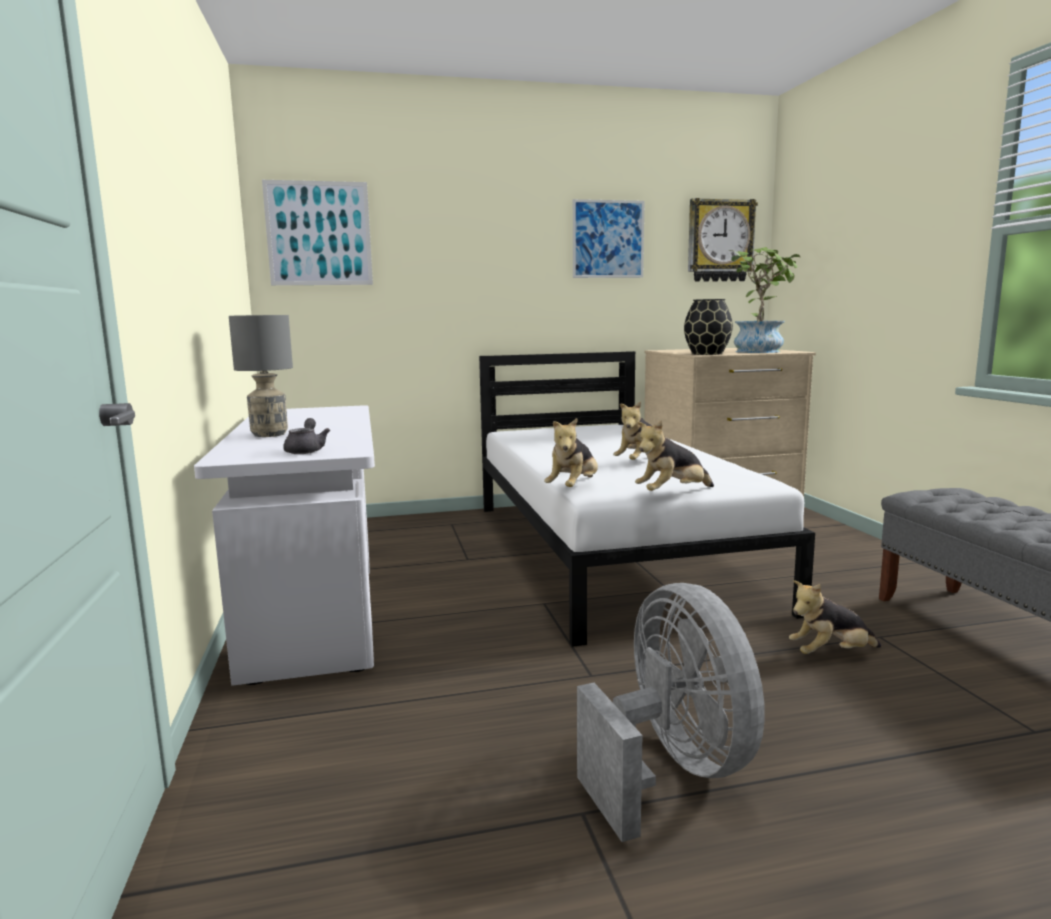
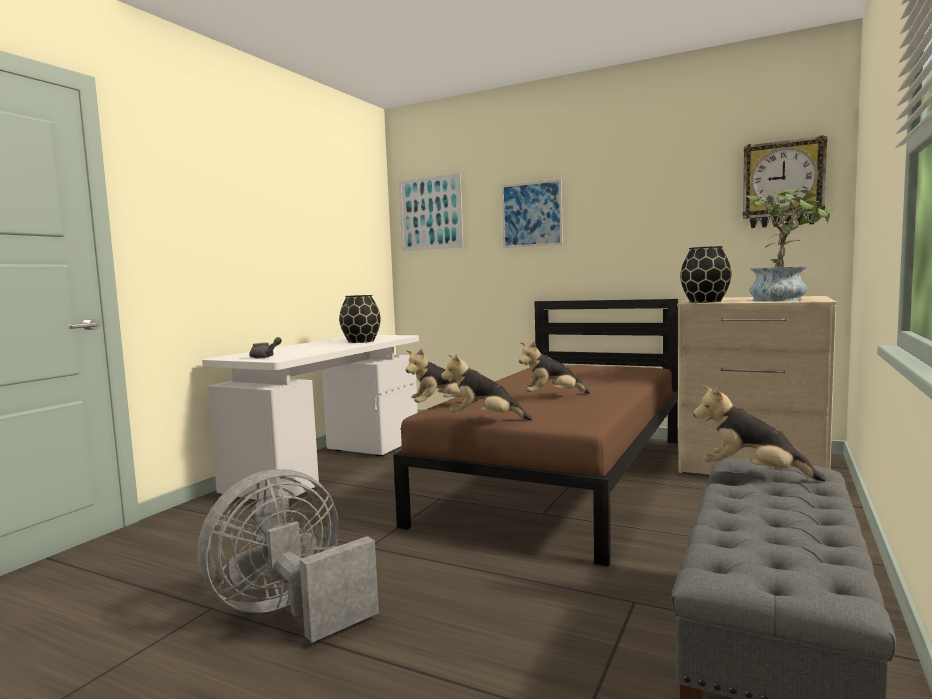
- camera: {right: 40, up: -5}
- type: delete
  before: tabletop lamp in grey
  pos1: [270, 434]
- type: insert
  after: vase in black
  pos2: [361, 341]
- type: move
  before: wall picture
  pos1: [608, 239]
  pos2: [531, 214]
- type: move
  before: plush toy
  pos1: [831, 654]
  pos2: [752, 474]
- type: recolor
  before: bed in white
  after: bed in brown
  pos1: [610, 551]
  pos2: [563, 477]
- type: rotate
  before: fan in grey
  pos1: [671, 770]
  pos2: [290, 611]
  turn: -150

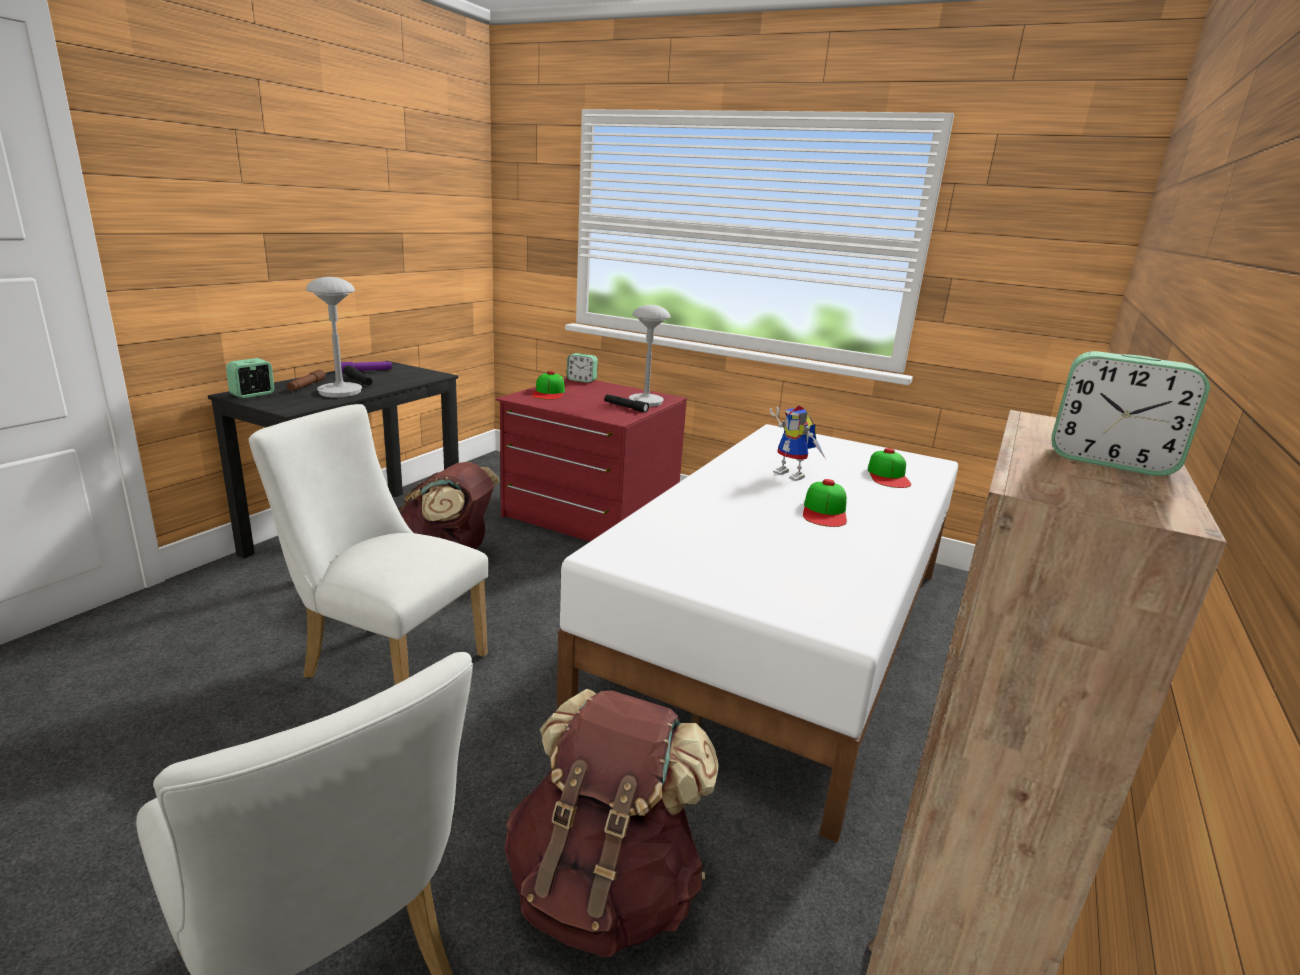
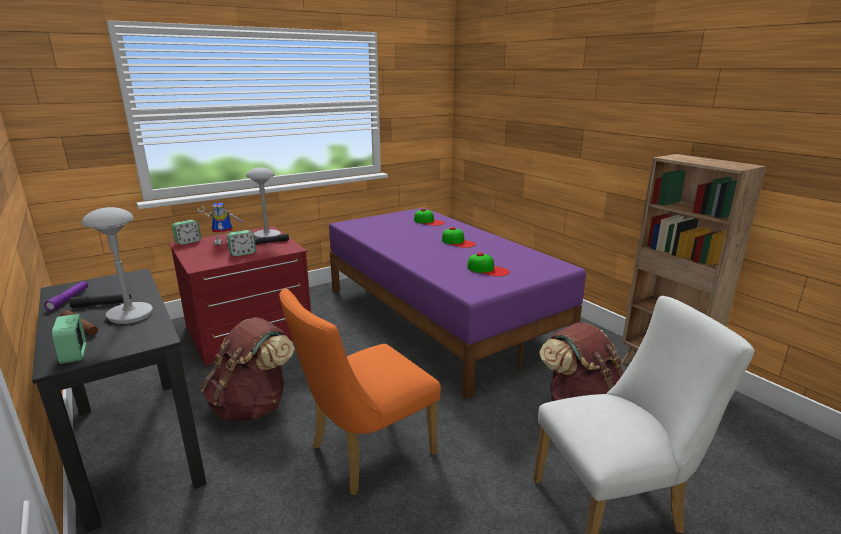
- camera: {right: -60, up: 0}
- type: move
  before: cap
  pos1: [549, 392]
  pos2: [488, 269]
- type: move
  before: model robot
  pos1: [793, 475]
  pos2: [226, 241]
- type: move
  before: bedside clock
  pos1: [1109, 461]
  pos2: [243, 253]
- type: recolor
  before: upright chair in white
  after: upright chair in orange
  pos1: [386, 663]
  pos2: [364, 453]
- type: recolor
  before: bed in white
  after: bed in purple-coloured
  pos1: [783, 635]
  pos2: [439, 316]

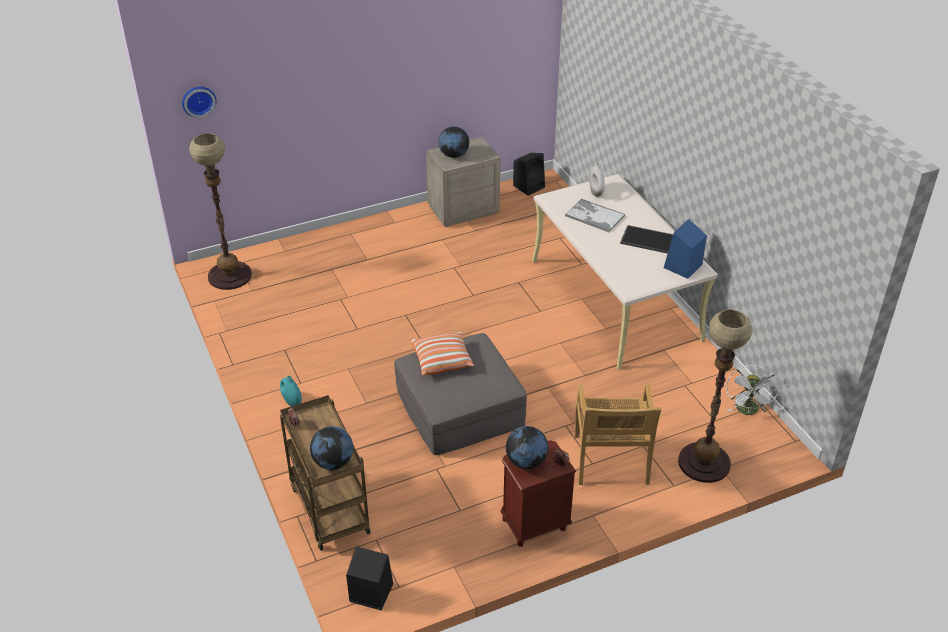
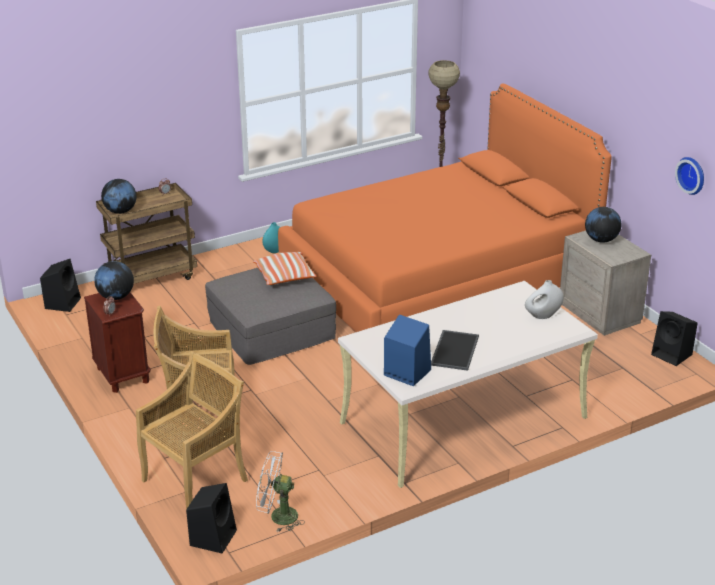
- camera: {right: 85, up: -10}
- type: delete
  before: serving tray
  pos1: [594, 216]
- type: insert
  after: loudspeaker in black
  pos2: [213, 537]
- type: insert
  after: bed in orange
  pos2: [437, 281]
- type: move
  before: hanging clock
  pos1: [198, 100]
  pos2: [692, 175]
- type: replace
  before: standard lamp
  after: upright chair in sand-coloured
  pos1: [704, 462]
  pos2: [196, 479]

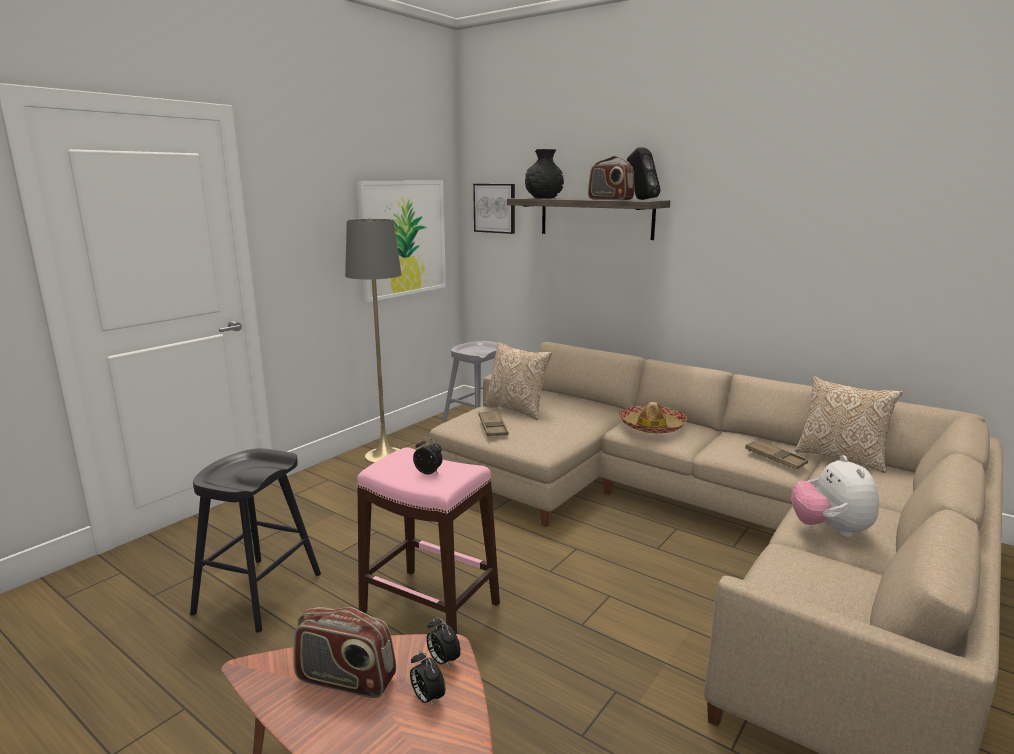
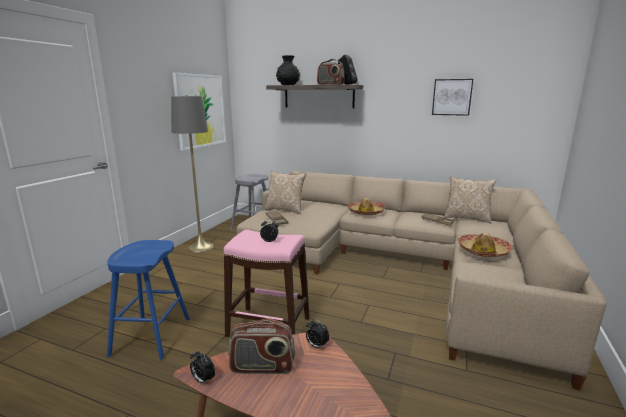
- camera: {right: -15, up: 0}
- type: move
  before: bedside clock
  pos1: [427, 698]
  pos2: [203, 380]
- type: move
  before: wall picture
  pos1: [495, 208]
  pos2: [452, 97]
- type: replace
  before: plush toy
  after: clothing hat
  pos1: [830, 530]
  pos2: [482, 251]
- type: recolor
  before: stool in black
  after: stool in blue
  pos1: [258, 593]
  pos2: [151, 336]

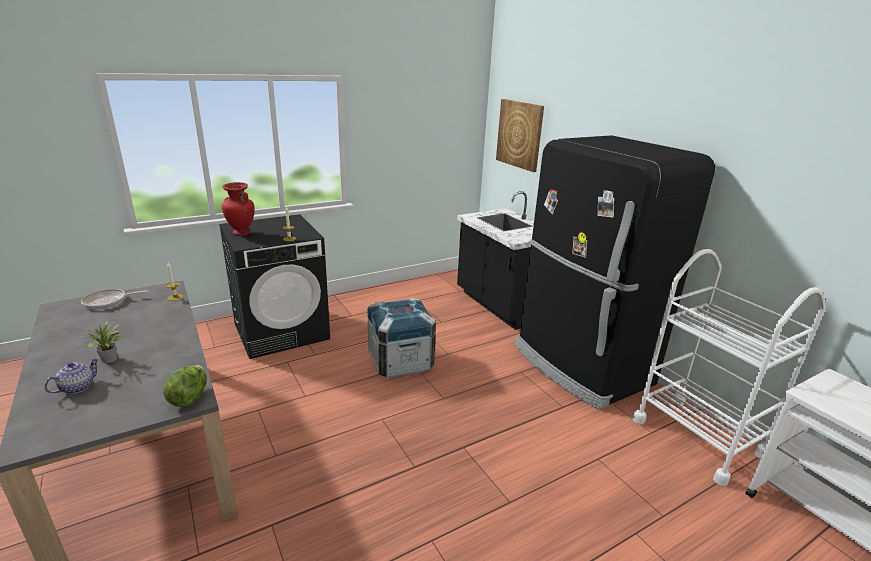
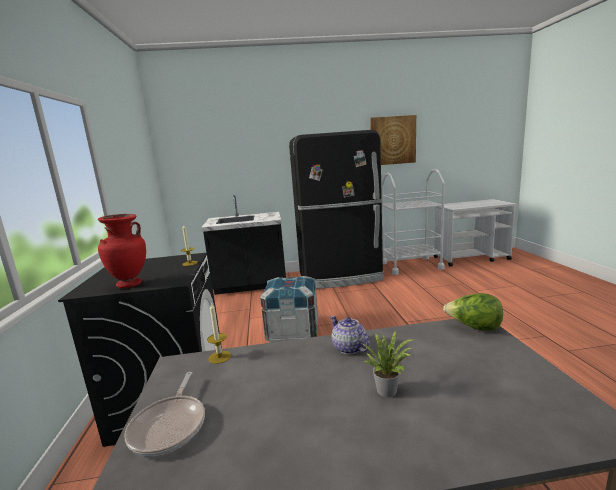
- camera: {right: -65, up: -10}
- type: move
  before: pot for tea
  pos1: [77, 387]
  pos2: [349, 348]
- type: move
  before: wall picture
  pos1: [519, 134]
  pos2: [392, 140]

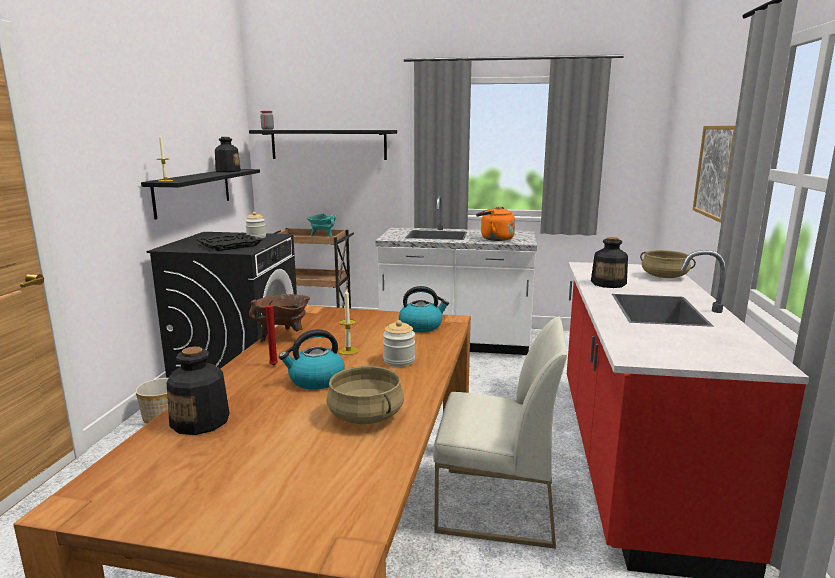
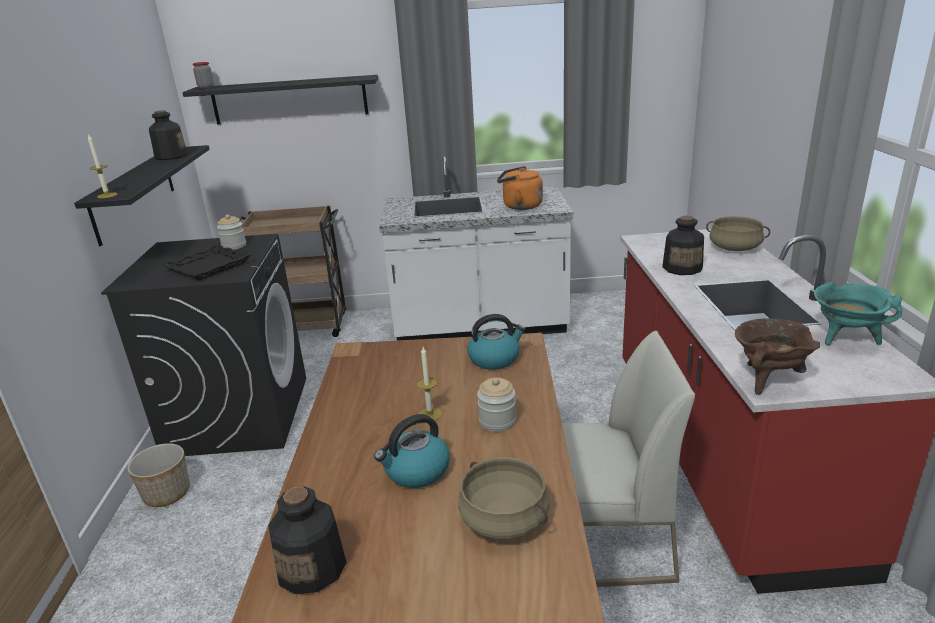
- camera: {right: -10, up: 10}
- type: delete
  before: candle in red-coloured
  pos1: [274, 366]
- type: delete
  before: wall picture
  pos1: [718, 171]
- type: move
  before: saucepot in brown
  pos1: [283, 336]
  pos2: [768, 379]
- type: move
  before: saucepot in turquoise
  pos1: [323, 237]
  pos2: [846, 338]

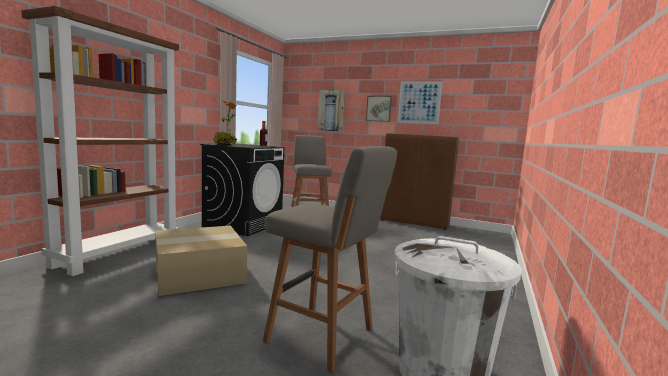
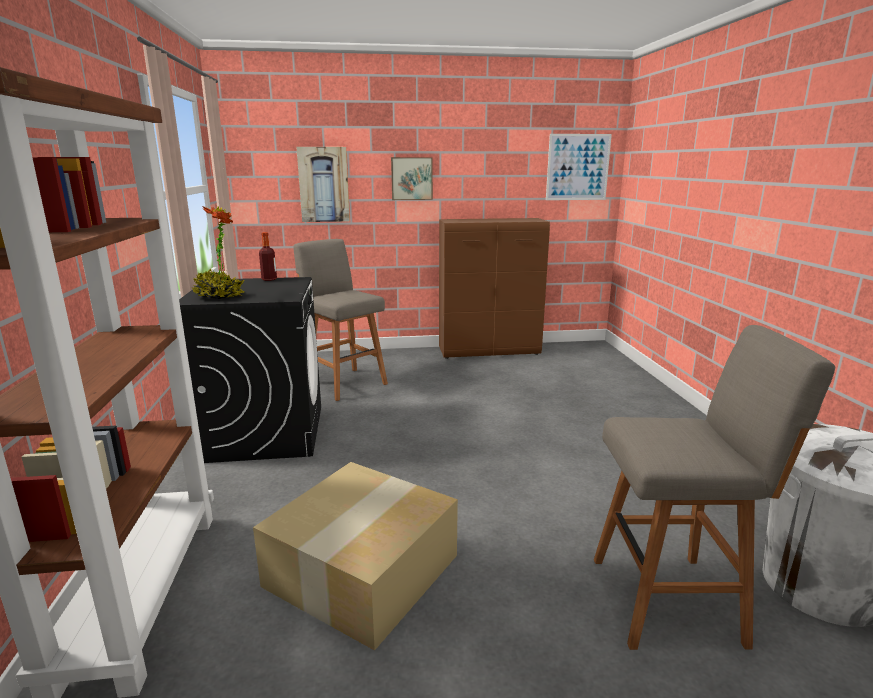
- camera: {right: -30, up: 10}
- type: move
  before: wall picture
  pos1: [419, 102]
  pos2: [578, 167]

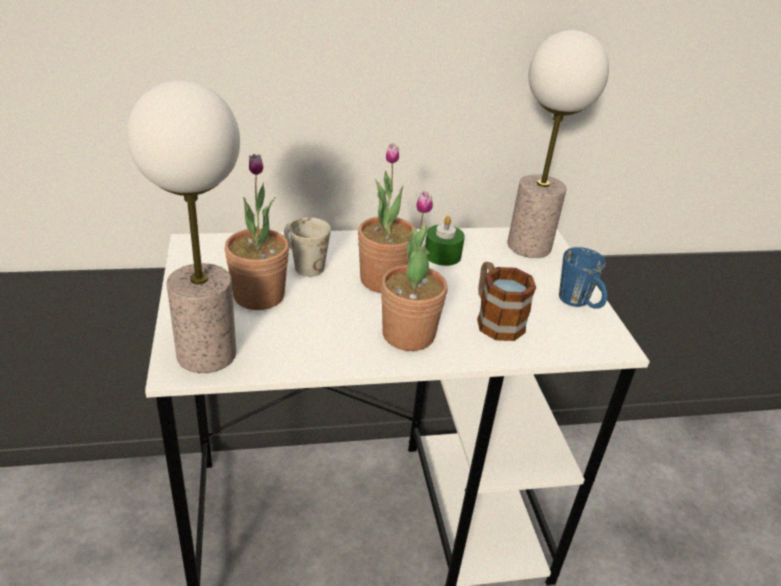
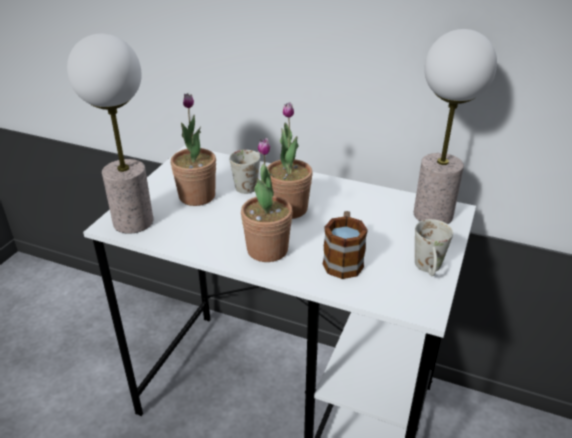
- camera: {right: 35, up: 0}
- type: delete
  before: candle in green
  pos1: [442, 255]
- type: recolor
  before: coffee mug in blue
  after: coffee mug in white
  pos1: [580, 304]
  pos2: [429, 270]

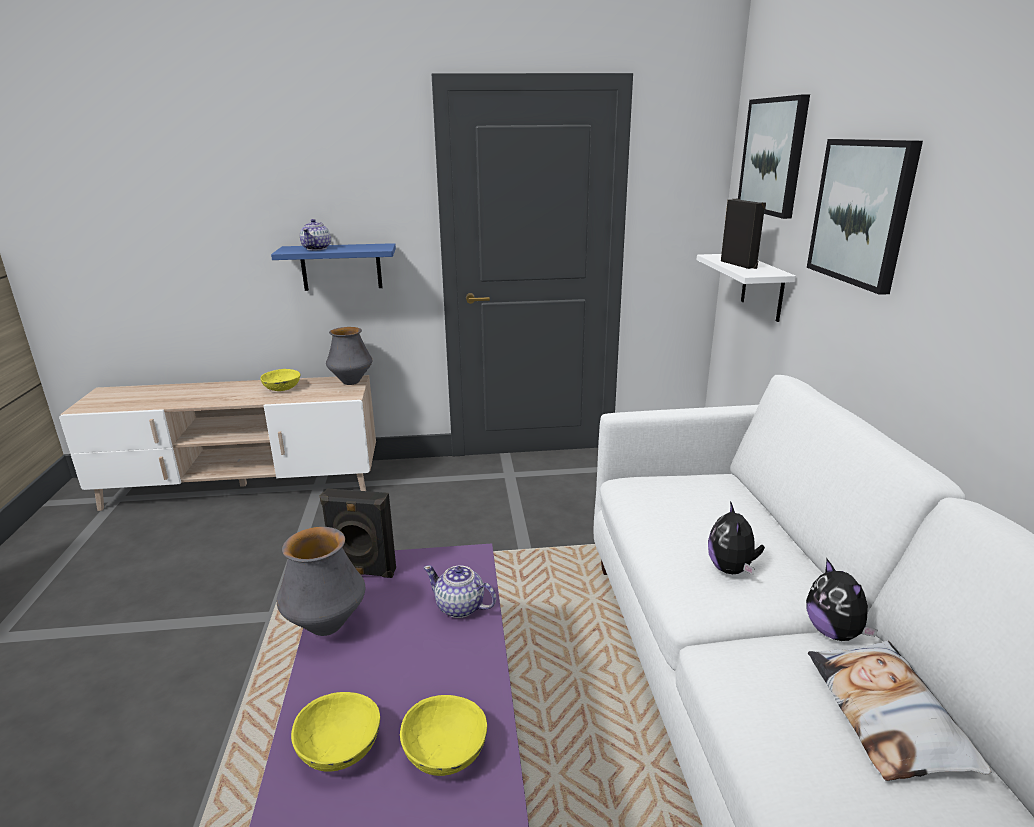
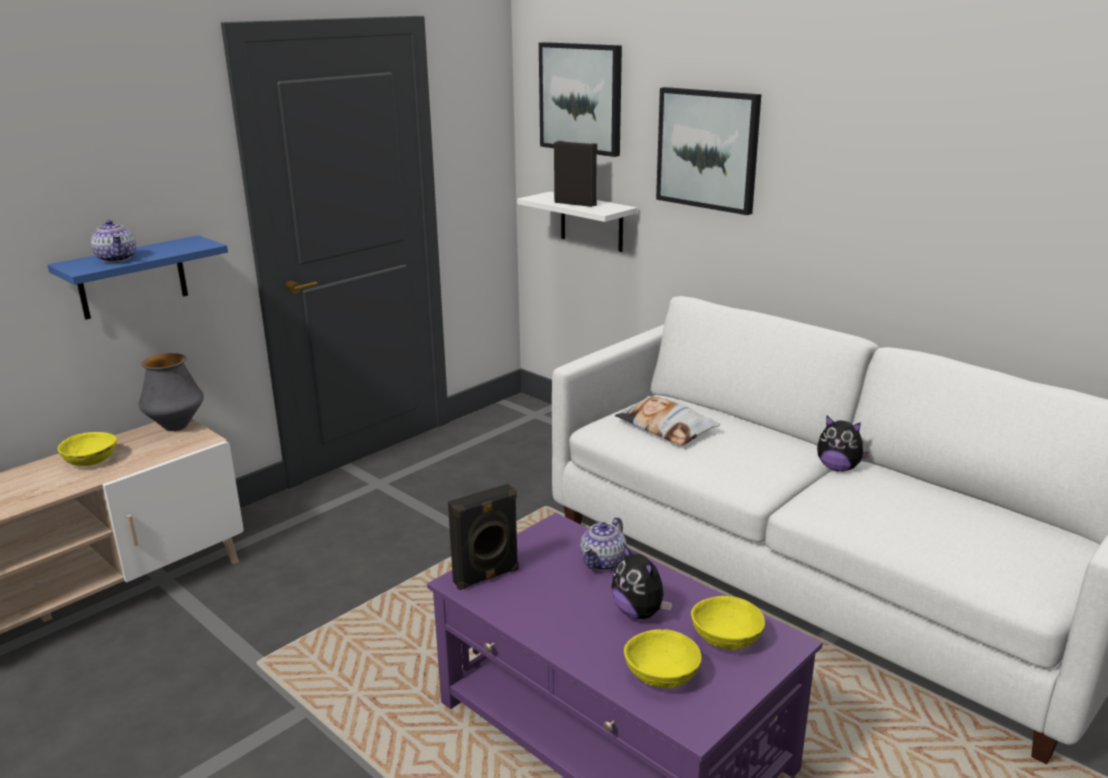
- camera: {right: -40, up: 0}
- type: delete
  before: vase
  pos1: [326, 626]
- type: move
  before: plush toy
  pos1: [731, 569]
  pos2: [639, 612]
- type: move
  before: pillow
  pos1: [887, 716]
  pos2: [666, 427]
- type: rotate
  before: pot for tea
  pos1: [460, 607]
  pos2: [604, 562]
  turn: -45

